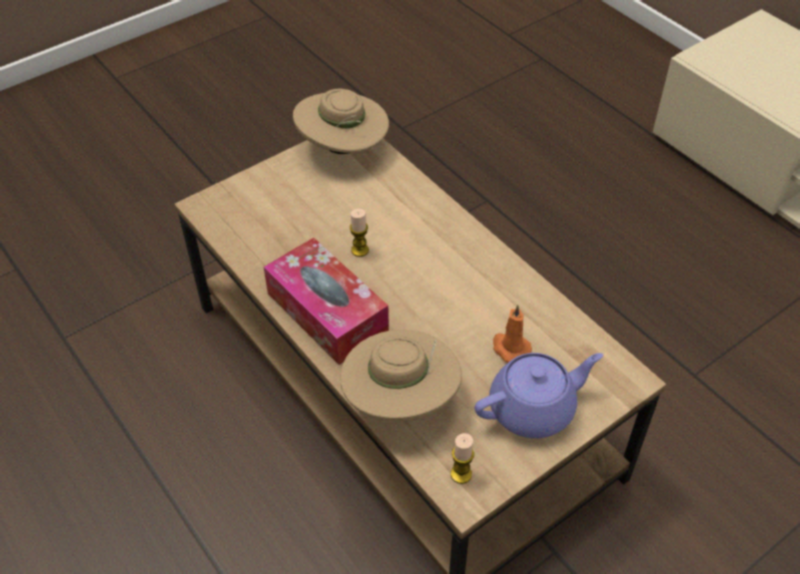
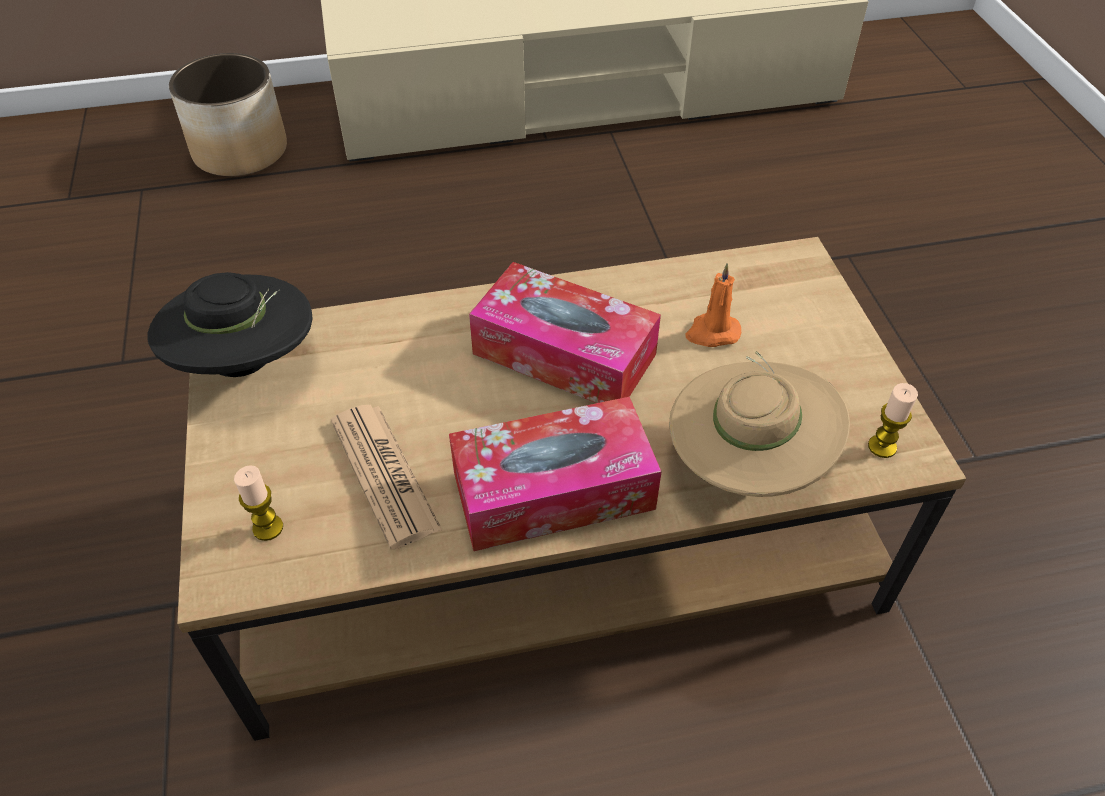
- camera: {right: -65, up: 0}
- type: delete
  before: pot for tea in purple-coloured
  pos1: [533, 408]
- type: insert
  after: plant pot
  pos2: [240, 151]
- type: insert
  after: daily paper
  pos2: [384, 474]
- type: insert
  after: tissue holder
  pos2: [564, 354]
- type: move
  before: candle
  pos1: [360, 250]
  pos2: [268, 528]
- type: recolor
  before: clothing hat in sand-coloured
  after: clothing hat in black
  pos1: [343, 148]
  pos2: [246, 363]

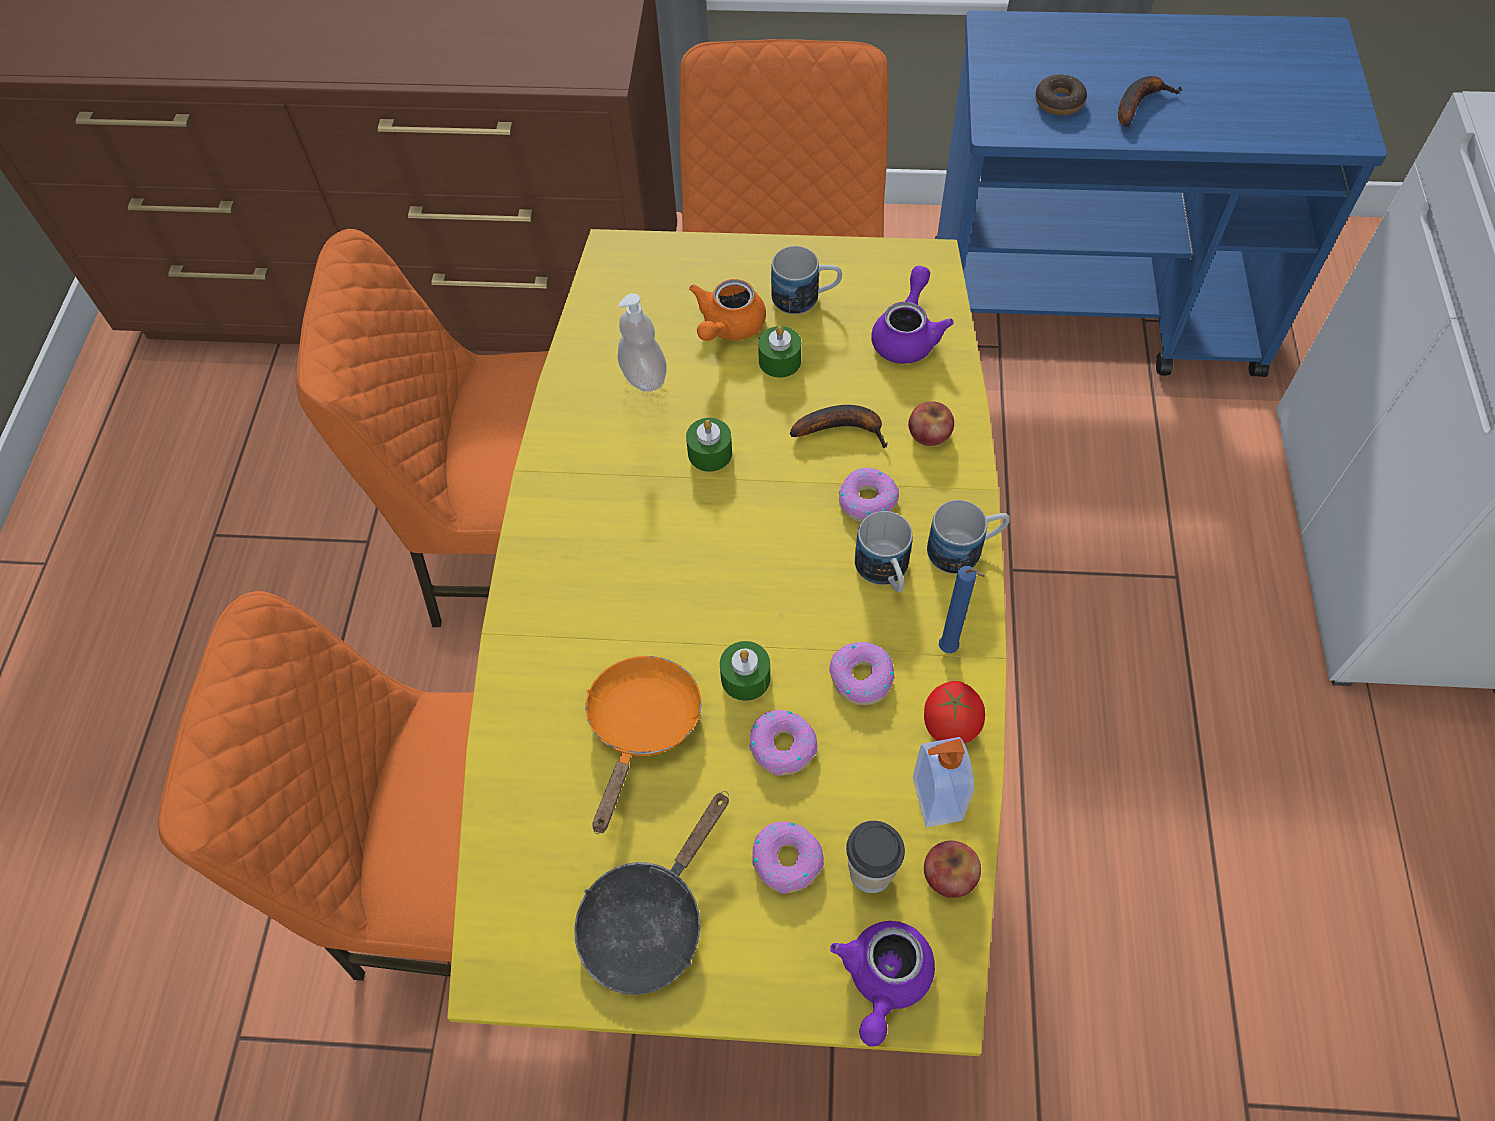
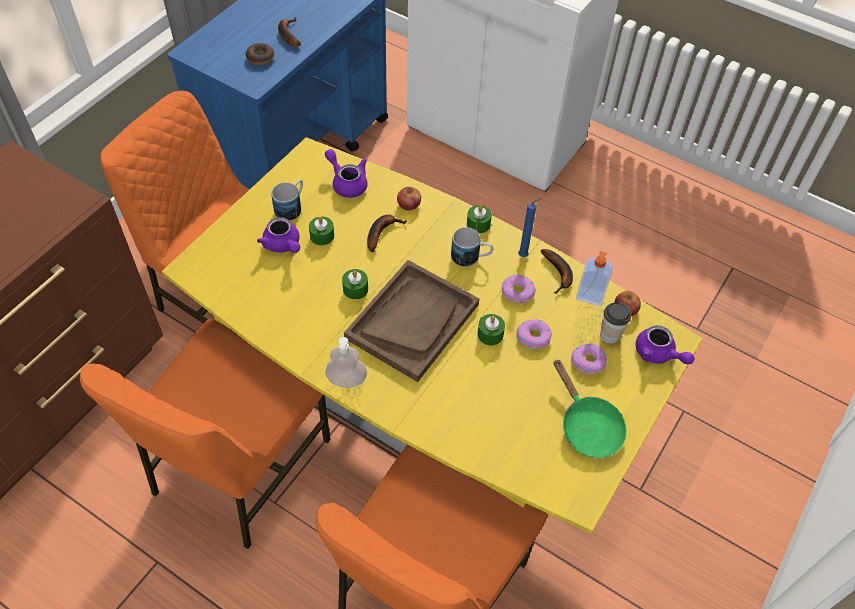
- camera: {right: -65, up: -5}
- type: delete
  before: pan in orange
  pos1: [642, 727]
- type: delete
  before: ring doughnut
  pos1: [867, 500]
- type: insert
  after: serving tray in brown
  pos2: [412, 321]
- type: move
  before: soap dispenser
  pos1: [644, 376]
  pos2: [346, 380]
- type: replace
  before: whole tomato
  after: banana
  pos1: [950, 724]
  pos2: [559, 274]
- type: replace
  before: coffee mug
  after: candle in green
  pos1: [965, 549]
  pos2: [478, 224]
- type: recolor
  before: pan in black
  after: pan in green
  pos1: [649, 919]
  pos2: [587, 426]
- type: recolor
  before: pot for tea in orange
  after: pot for tea in purple-coloured
  pos1: [727, 327]
  pos2: [283, 245]

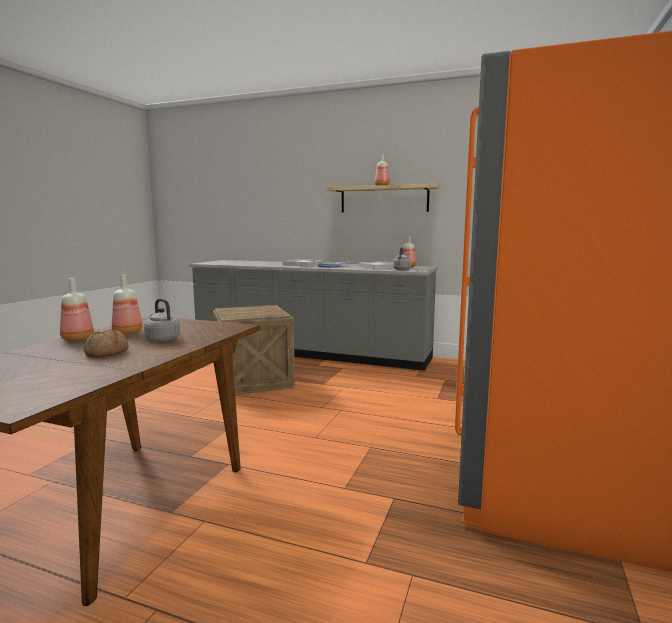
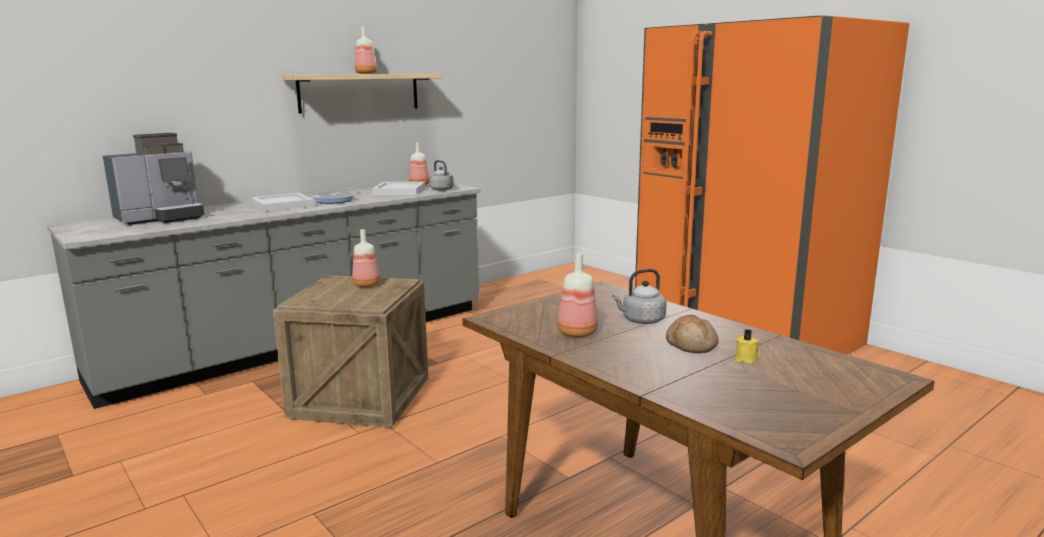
- camera: {right: -60, up: 5}
- type: insert
  after: coffee maker
  pos2: [162, 218]
- type: insert
  after: candle in yellow
  pos2: [747, 358]
- type: move
  before: beverage bottle
  pos1: [78, 339]
  pos2: [367, 284]

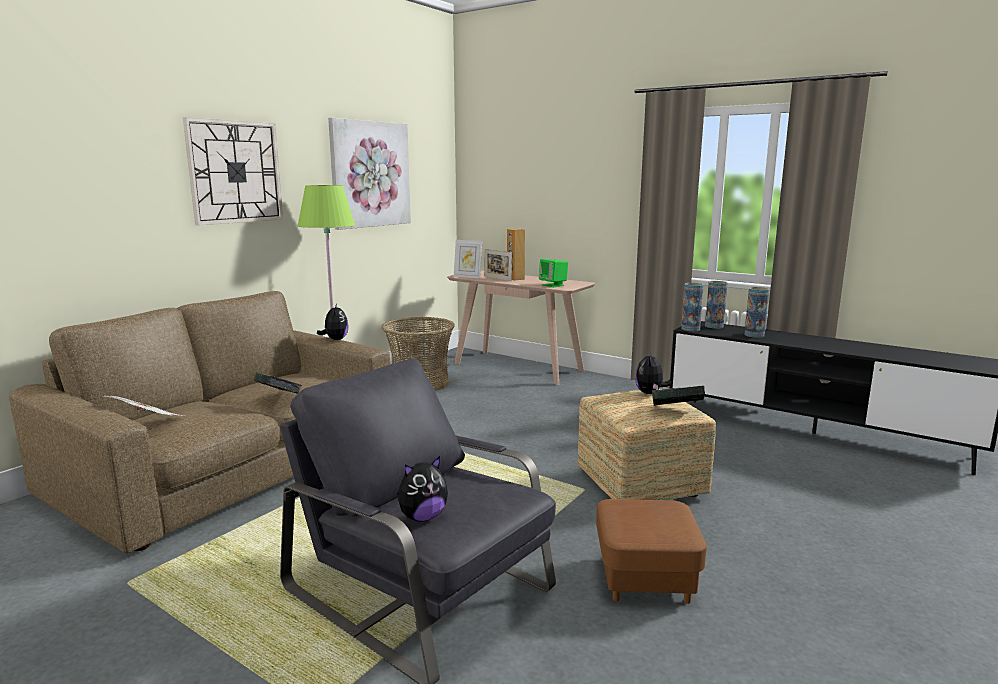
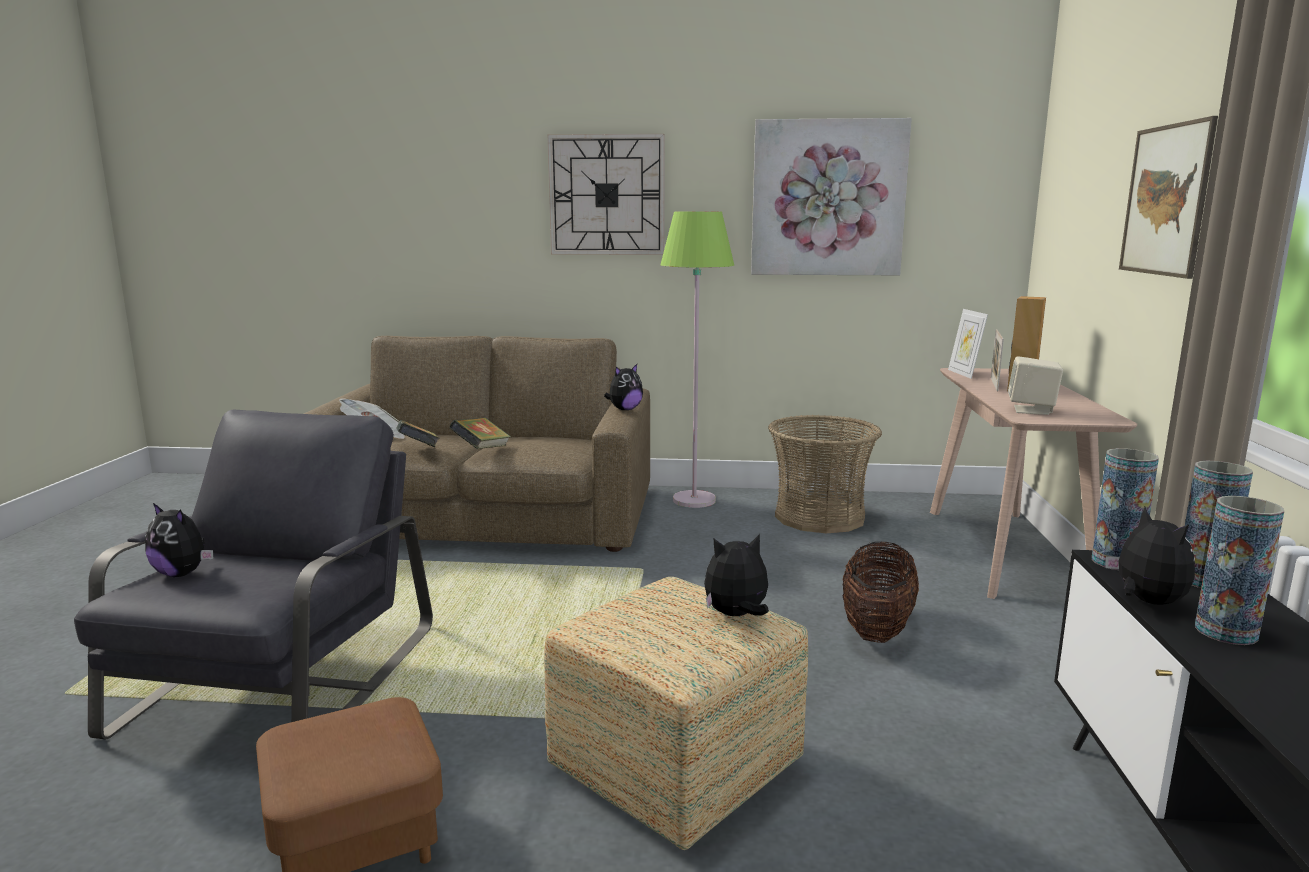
- camera: {right: 60, up: 0}
- type: insert
  after: storage basket
  pos2: [877, 628]
- type: insert
  after: plush toy
  pos2: [1146, 601]
- type: insert
  after: wall picture
  pos2: [1165, 200]
- type: move
  before: book
  pos1: [676, 411]
  pos2: [419, 451]
- type: recolor
  before: loudspeaker in green
  after: loudspeaker in sand-coloured
  pos1: [553, 285]
  pos2: [1031, 410]

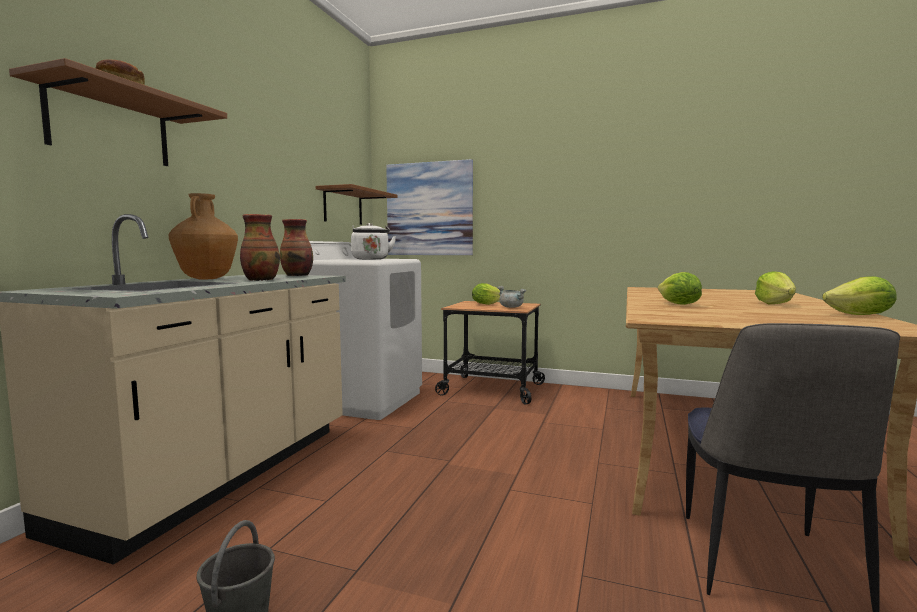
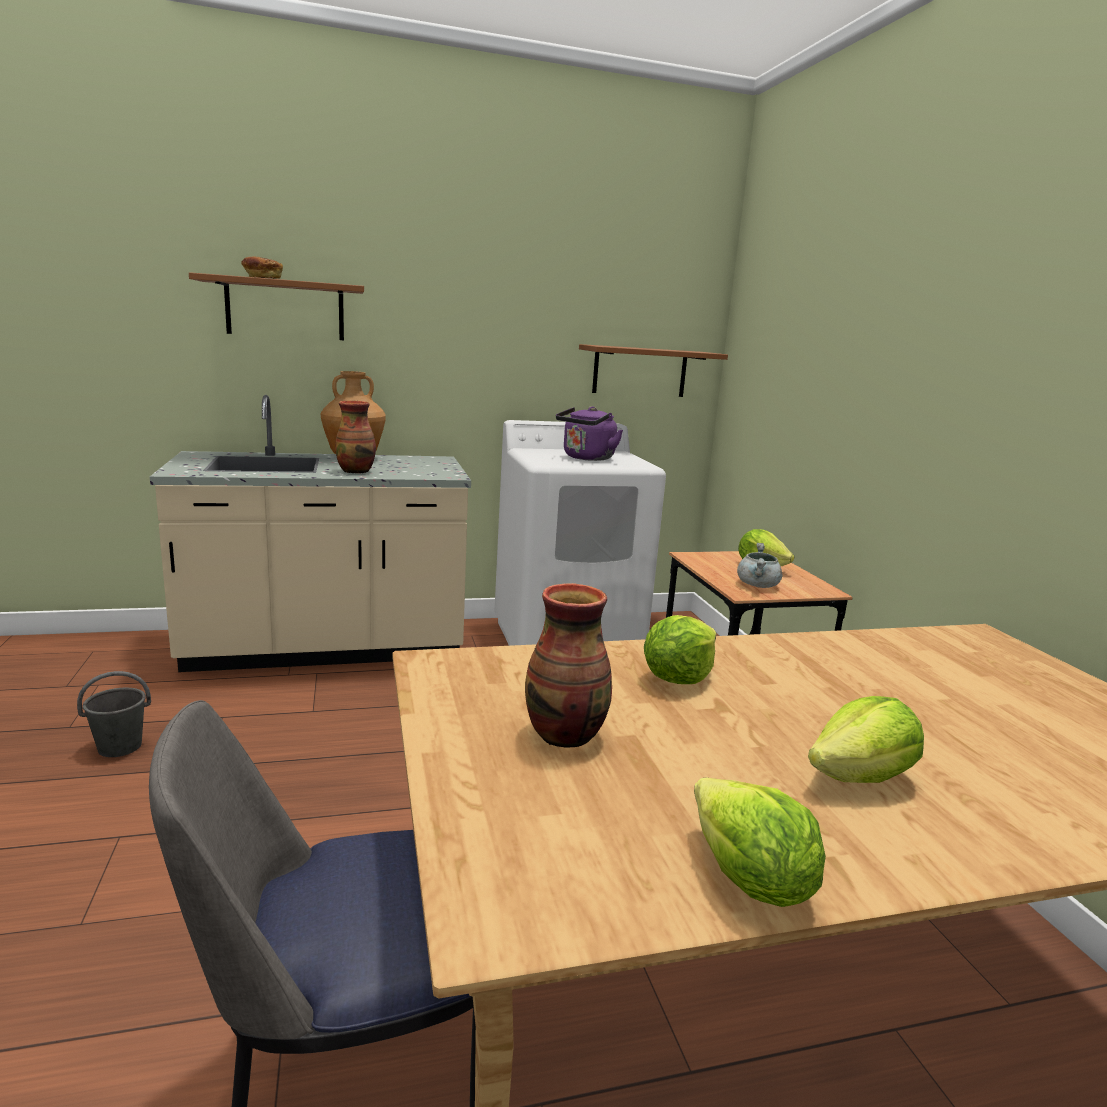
- camera: {right: 55, up: 10}
- type: delete
  before: wall picture
  pos1: [429, 209]
- type: move
  before: vase
  pos1: [298, 275]
  pos2: [566, 735]
- type: recolor
  before: water kettle in white
  after: water kettle in purple-coloured
  pos1: [371, 259]
  pos2: [586, 458]

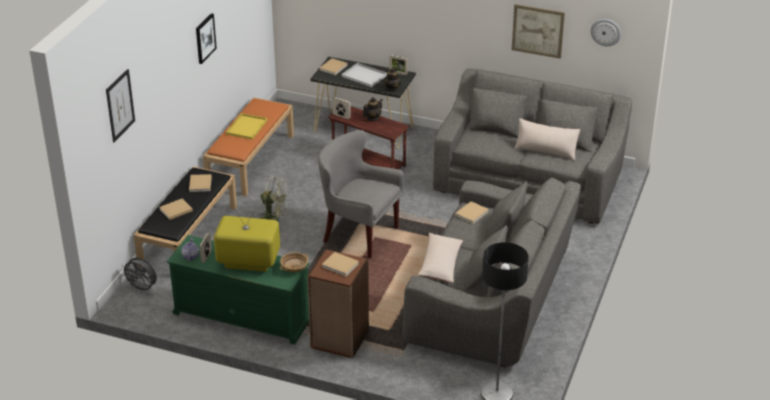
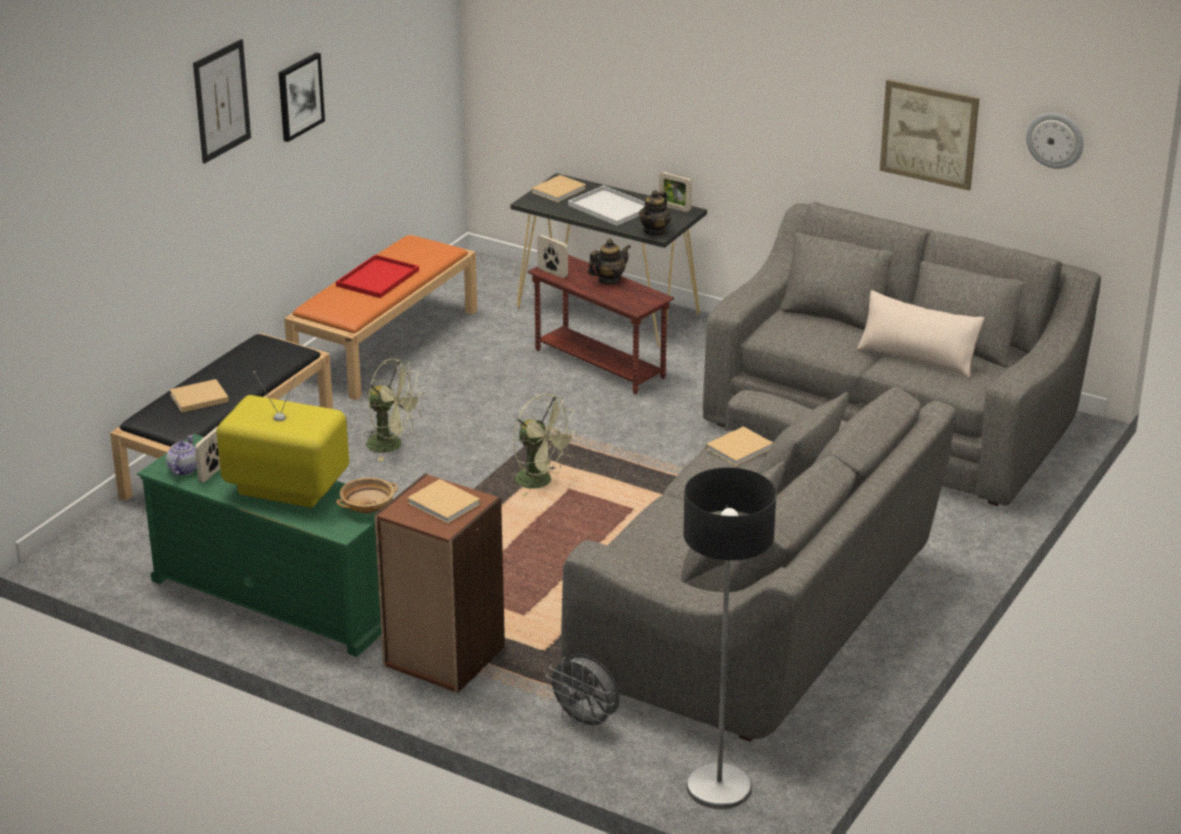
- camera: {right: 10, up: -5}
- type: delete
  before: book in sand-coloured
  pos1: [200, 183]
- type: delete
  before: pillow in sand-coloured
  pos1: [440, 264]
- type: move
  before: wall picture
  pos1: [120, 105]
  pos2: [221, 101]
- type: move
  before: fan in grey
  pos1: [142, 289]
  pos2: [586, 722]
- type: replace
  before: armchair in grey
  after: fan in green
  pos1: [358, 234]
  pos2: [541, 482]
- type: recolor
  before: serving tray in yellow
  after: serving tray in red-coloured
  pos1: [246, 128]
  pos2: [377, 279]

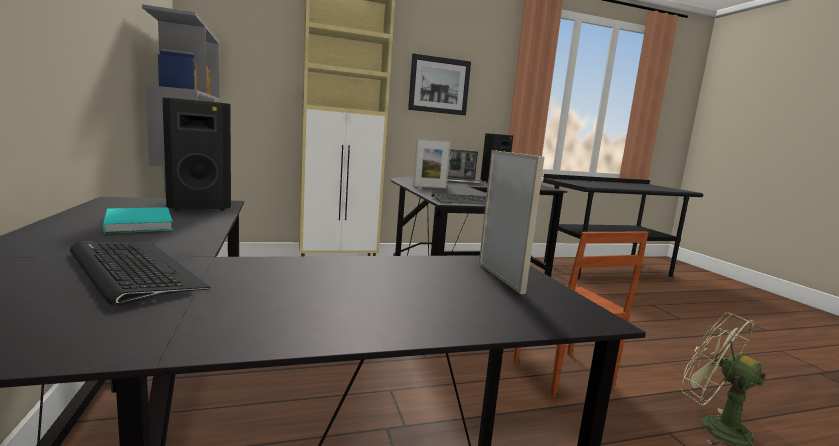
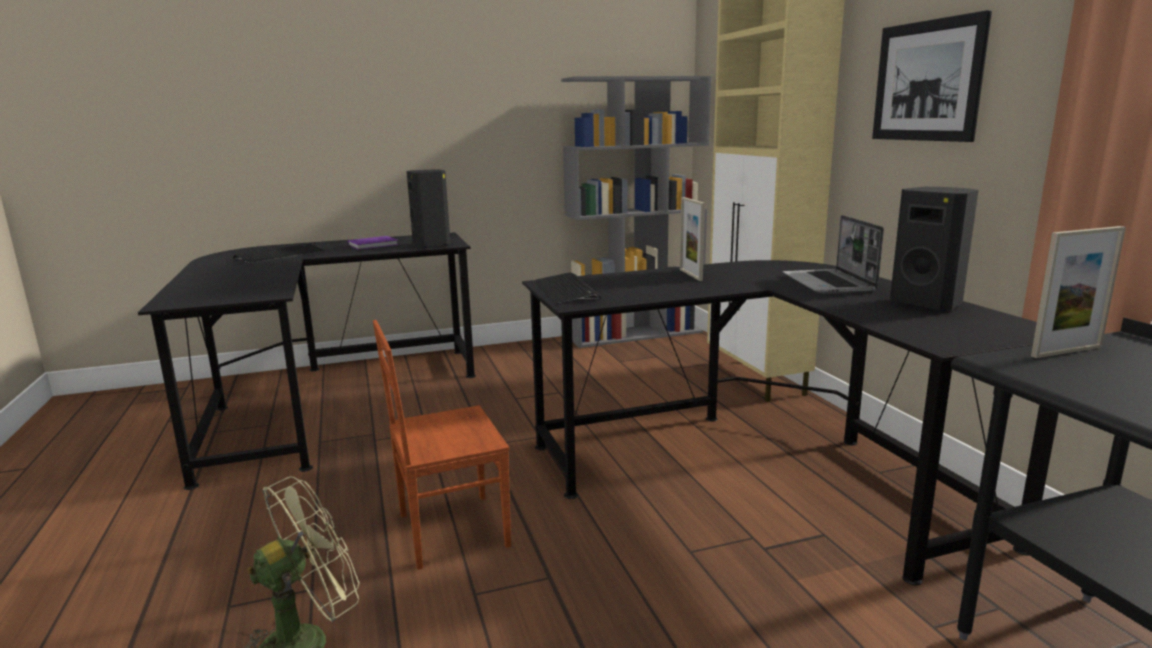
- camera: {right: 90, up: 5}
- type: move
  before: photo frame
  pos1: [500, 277]
  pos2: [1066, 351]
- type: recolor
  before: book in turquoise
  after: book in purple-coloured
  pos1: [140, 223]
  pos2: [374, 245]

